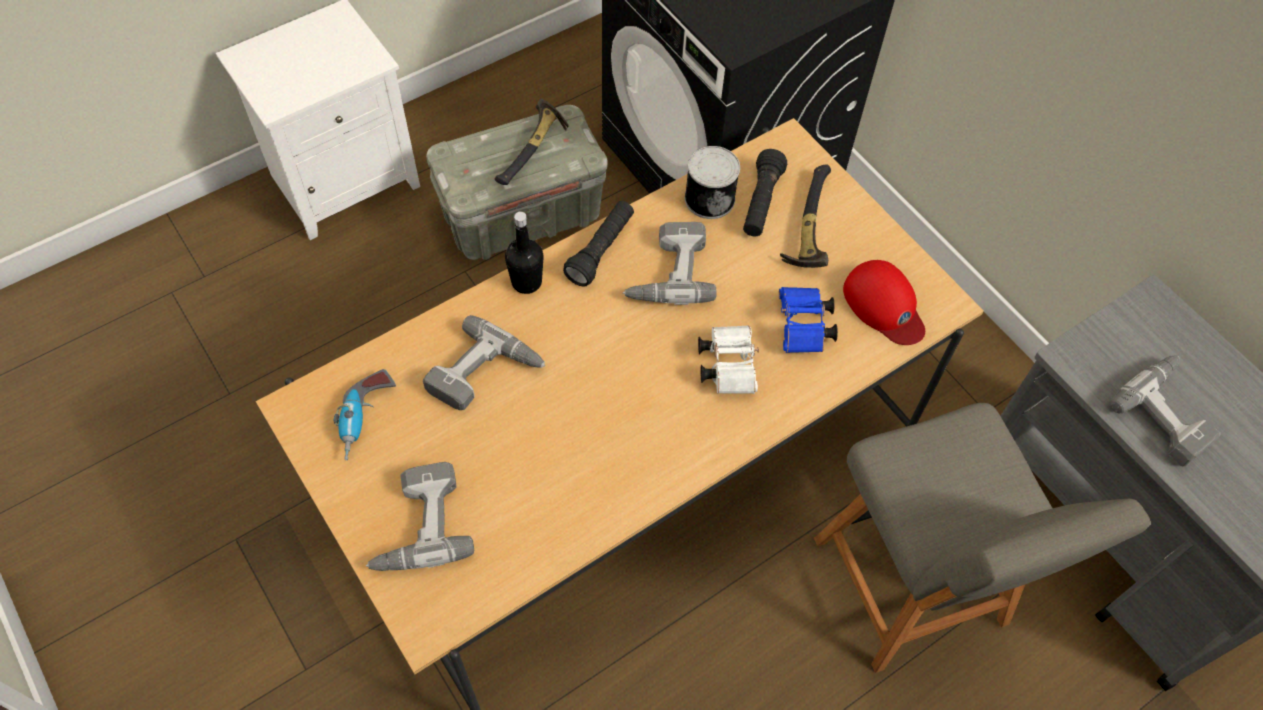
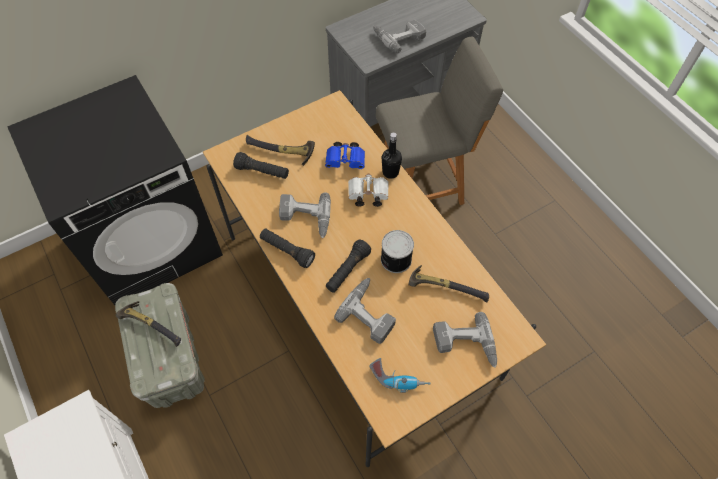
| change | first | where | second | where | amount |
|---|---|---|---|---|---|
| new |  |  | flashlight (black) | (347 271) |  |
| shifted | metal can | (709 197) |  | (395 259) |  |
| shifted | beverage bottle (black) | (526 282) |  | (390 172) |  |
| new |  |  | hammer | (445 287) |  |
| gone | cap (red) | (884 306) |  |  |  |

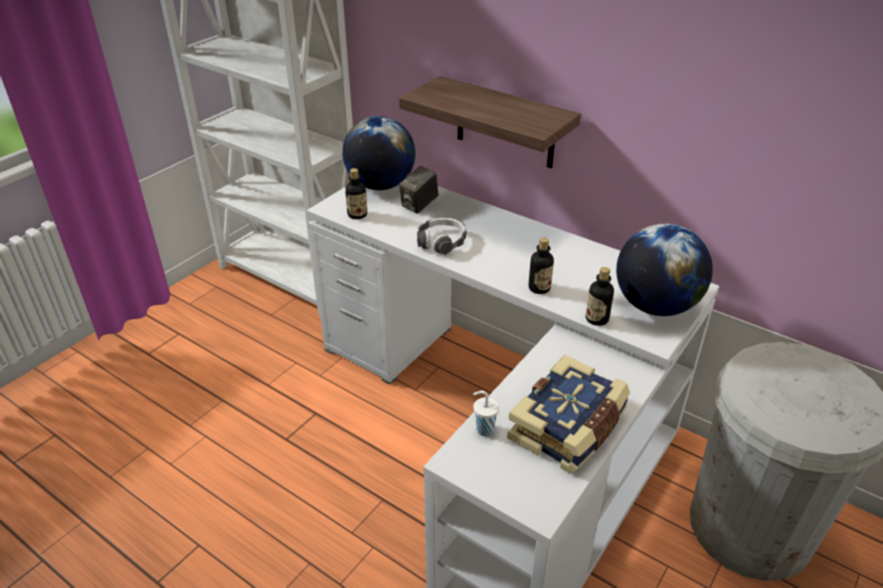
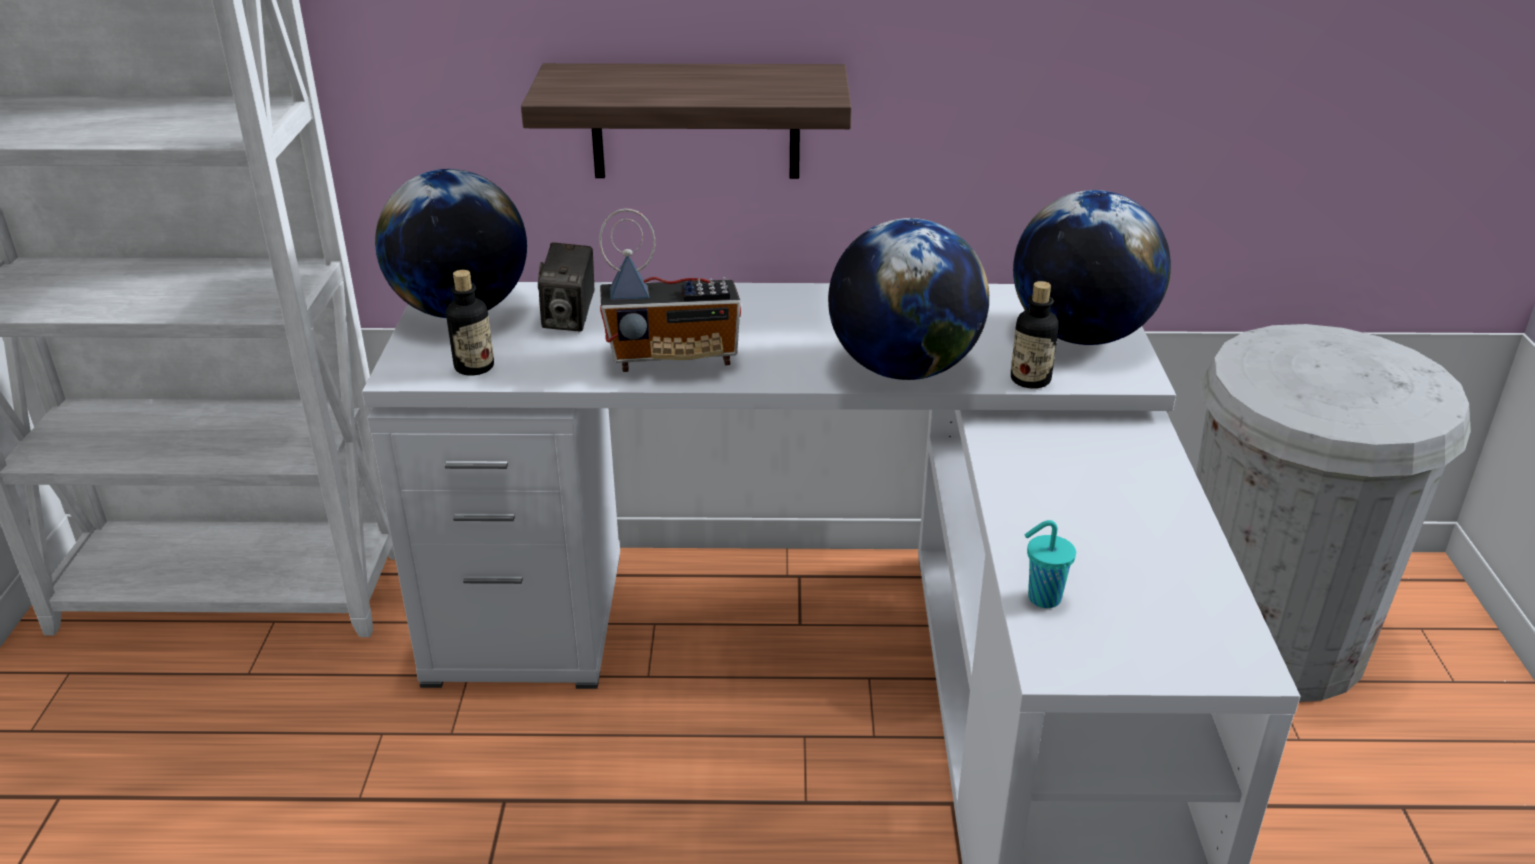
| change | first | where | second | where | amount |
|---|---|---|---|---|---|
| swapped | headset | (441 241) | radio set | (674 358) |  |
| swapped | beverage bottle | (539 288) | desk globe | (903 369) |  |
| repainted | drinking cup (whitish) | (484 429) | drinking cup (turquoise) | (1042 598) |  |
| gone | volume | (569 428) |  |  |  |

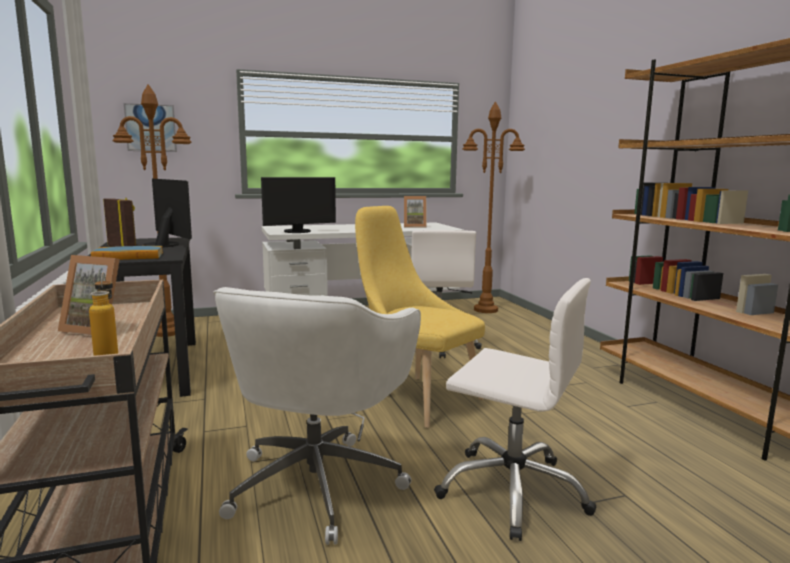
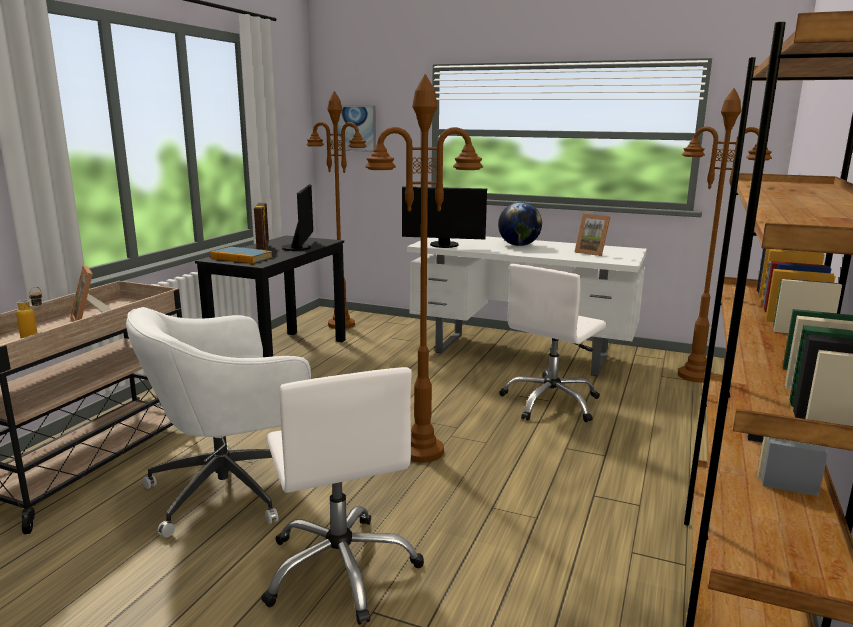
| change | first | where | second | where | amount |
|---|---|---|---|---|---|
| swapped | plain chair (yellowish) | (416 398) | standard lamp (brown) | (423 451) |  |
| new |  |  | desk globe | (519 245) |  |

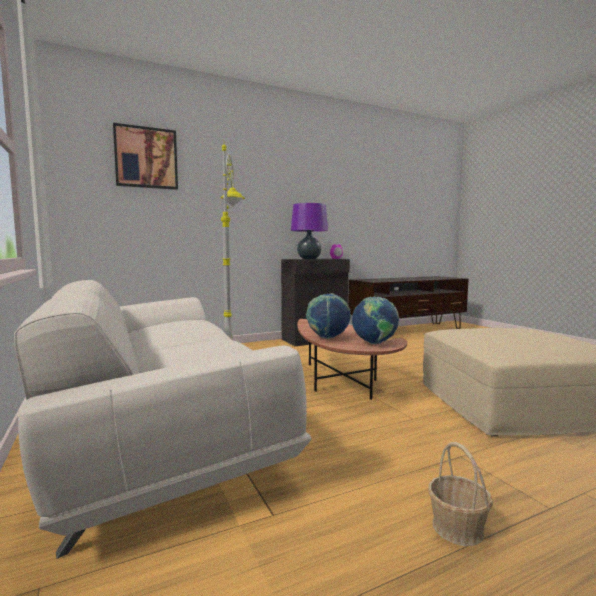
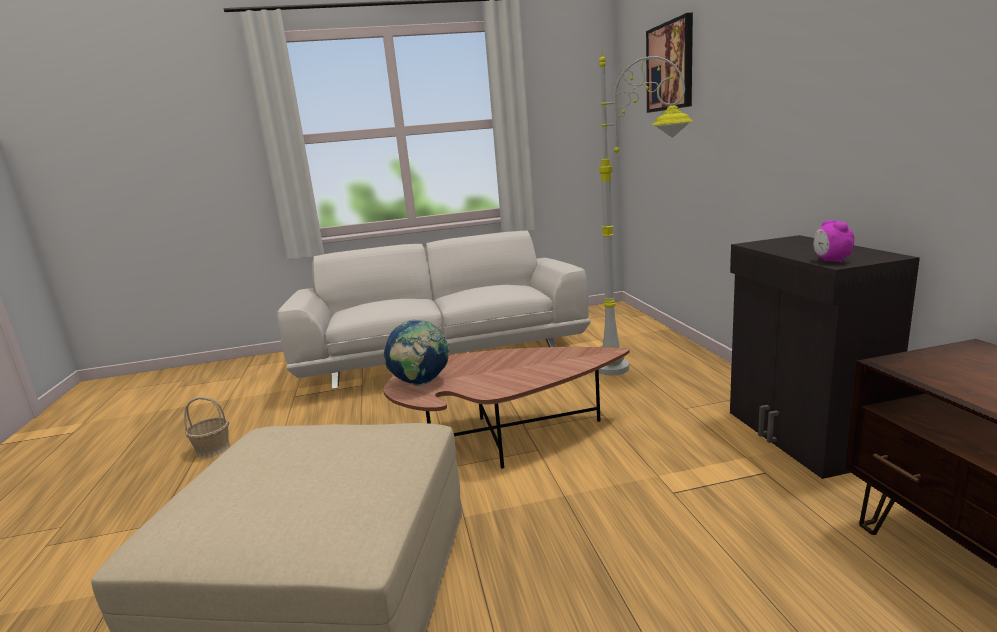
| change | first | where | second | where | amount |
|---|---|---|---|---|---|
| gone | tabletop lamp (purplish) | (309 259) |  |  |  |
| gone | desk globe | (328 338) |  |  |  |

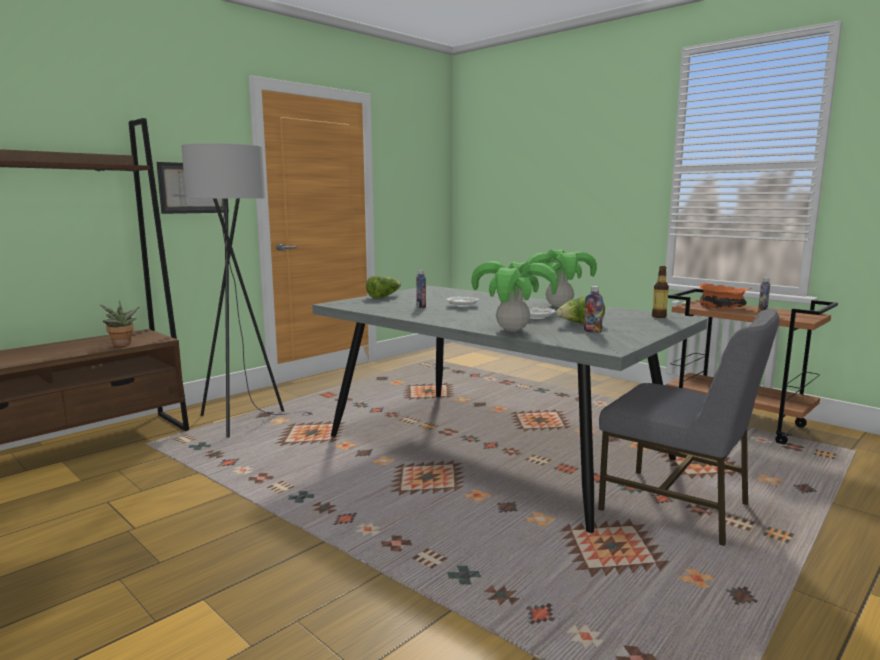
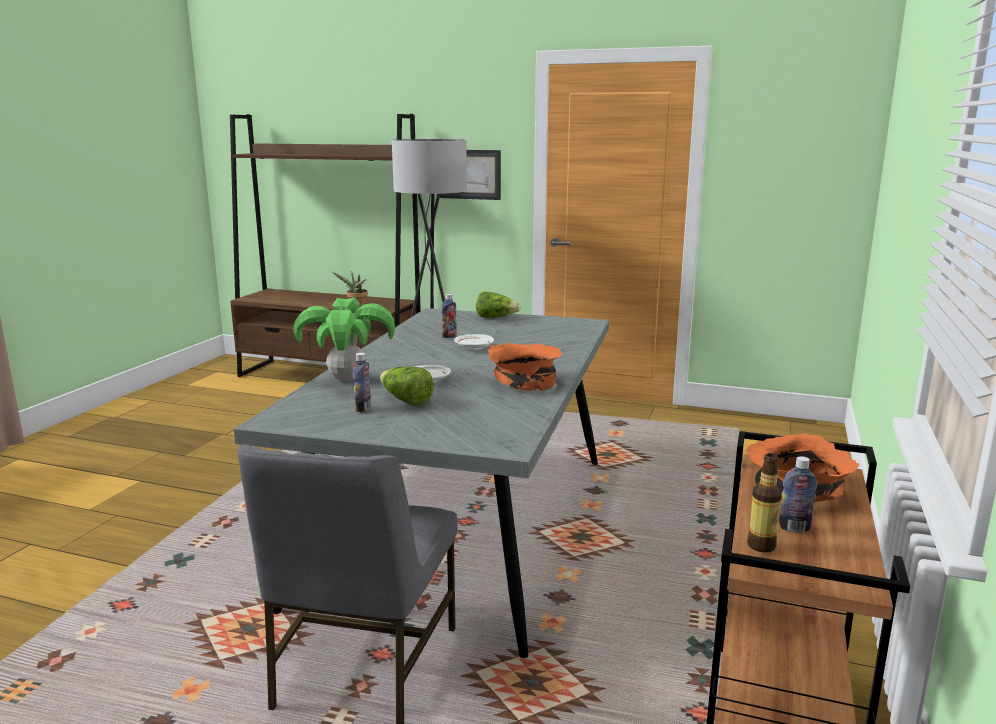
| change | first | where | second | where | amount |
|---|---|---|---|---|---|
| swapped | potted plant | (558 306) | bowl (orange) | (525 381) |  |
| shifted | beverage bottle | (659 316) |  | (761 546) |  |

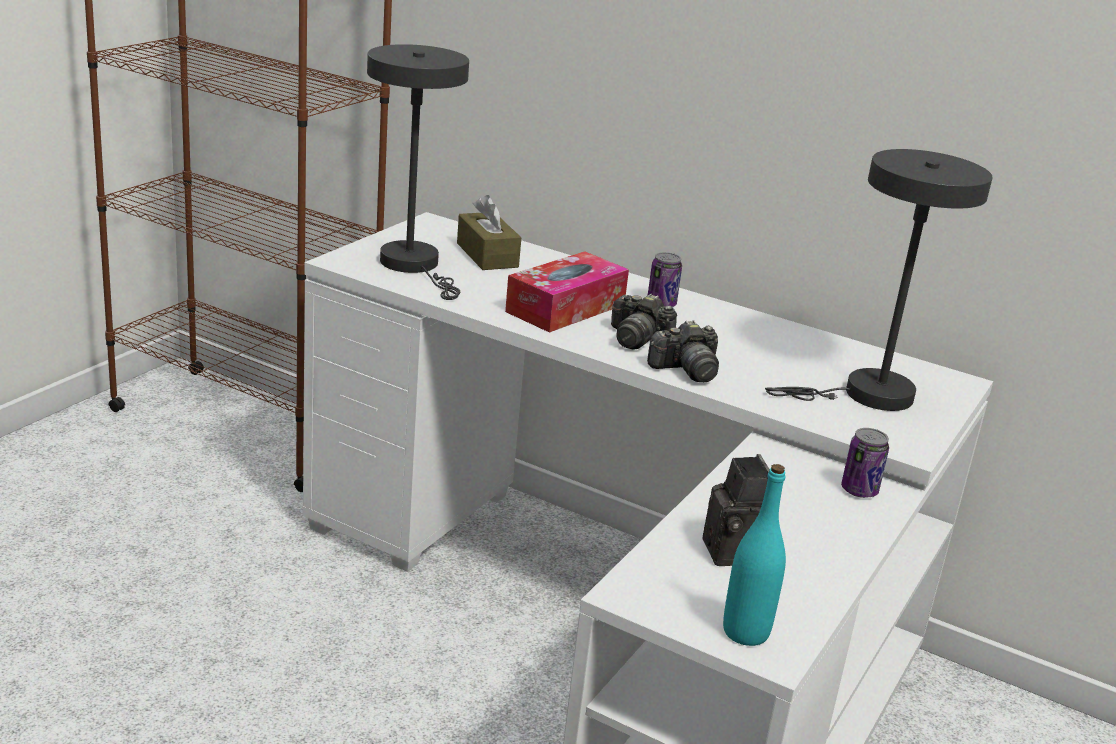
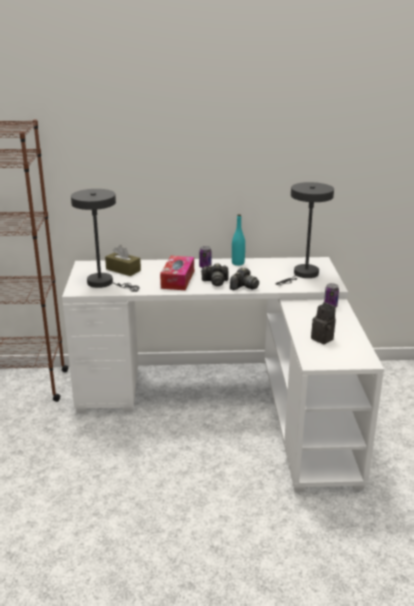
| change | first | where | second | where | amount |
|---|---|---|---|---|---|
| shifted | beverage bottle (turquoise) | (745 632) |  | (238 263) |  |

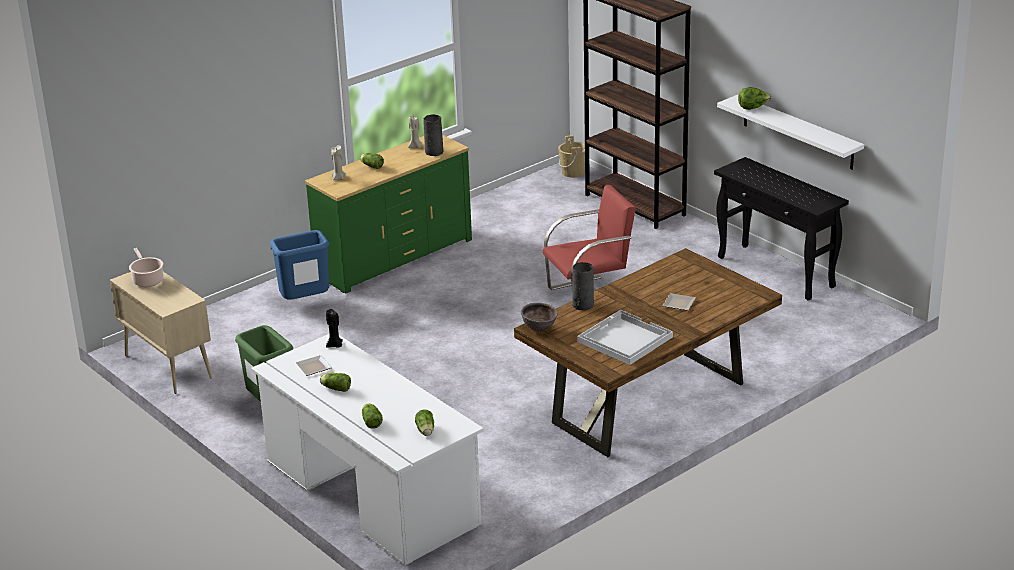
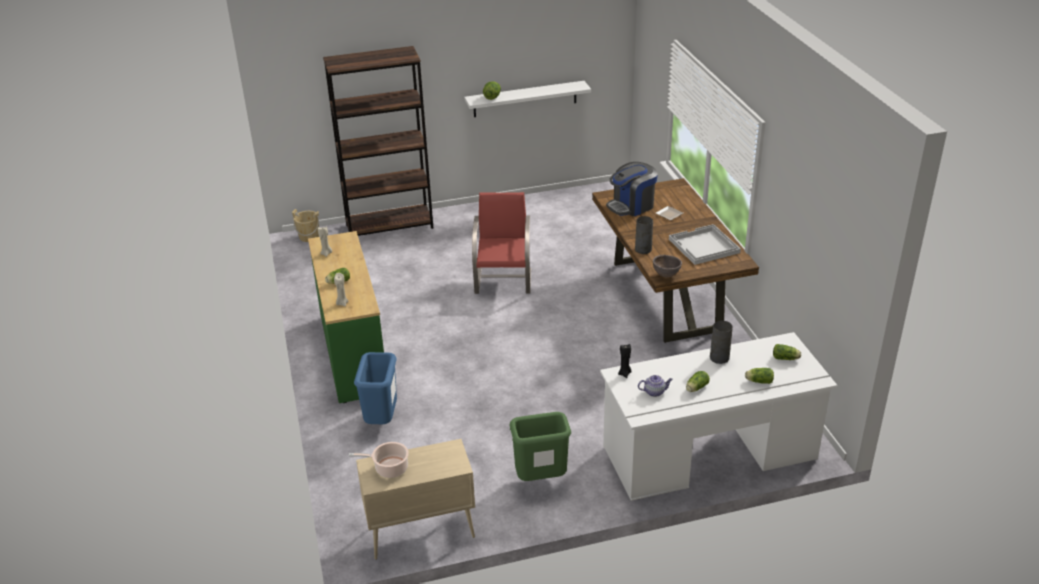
| change | first | where | second | where | amount |
|---|---|---|---|---|---|
| new |  |  | coffee machine | (631 206) |  |
| swapped | plate | (315 367) | tea pot | (655 392) |  |
| shifted | vase (gray) | (434 152) |  | (718 357) |  |
| gone | narrow table (black) | (776 272) |  |  |  |

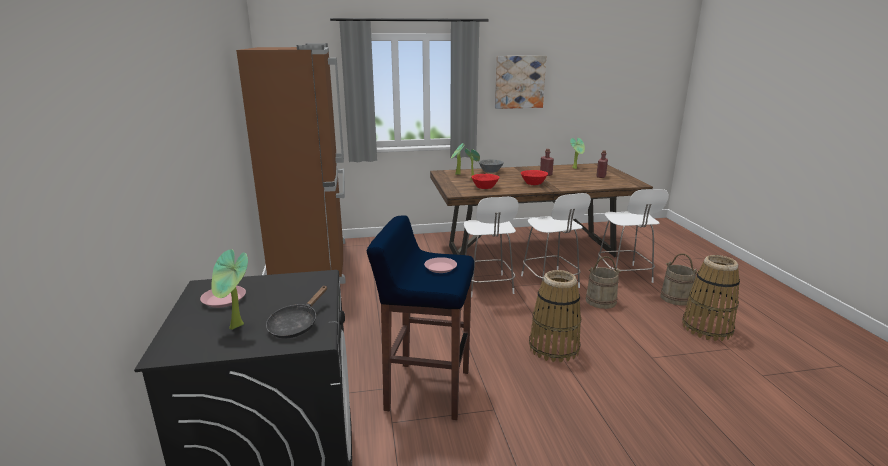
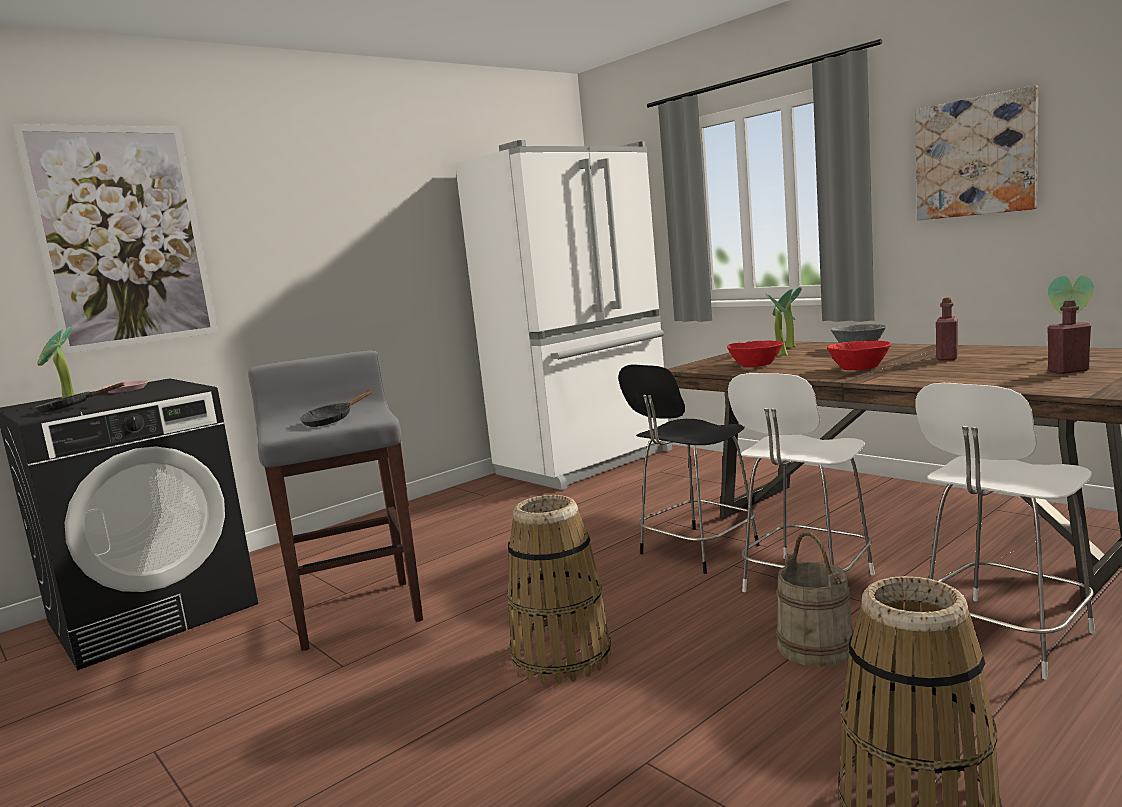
| change | first | where | second | where | amount |
|---|---|---|---|---|---|
| new |  |  | wall art | (122 237) |  |
| repainted | sitting stool (blue) | (426 390) | sitting stool (gray) | (358 613) |  |
| swapped | plate (pink) | (440 268) | pan (black) | (332 420) |  |
| repainted | refrigerator (brown) | (313 263) | refrigerator (whitish) | (588 462) |  |
| repainted | plain chair (whitish) | (487 286) | plain chair (black) | (696 551) |  |
| gone | water bucket (sand-coloured) | (676 298) |  |  |  |

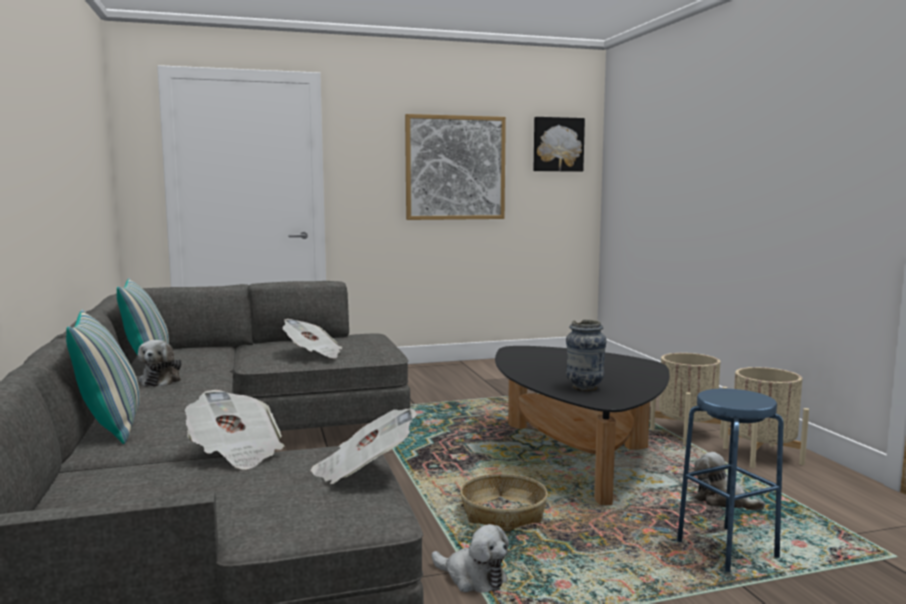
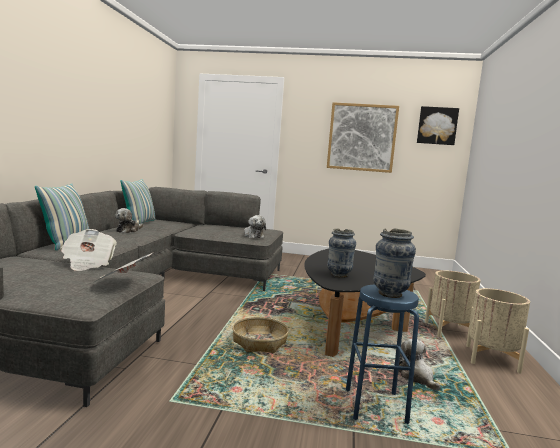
| change | first | where | second | where | amount |
|---|---|---|---|---|---|
| shifted | plush toy | (473 578) |  | (253 236) |  |
| new |  |  | vase | (389 294) |  |
| gone | newspaper | (313 354) |  |  |  |

